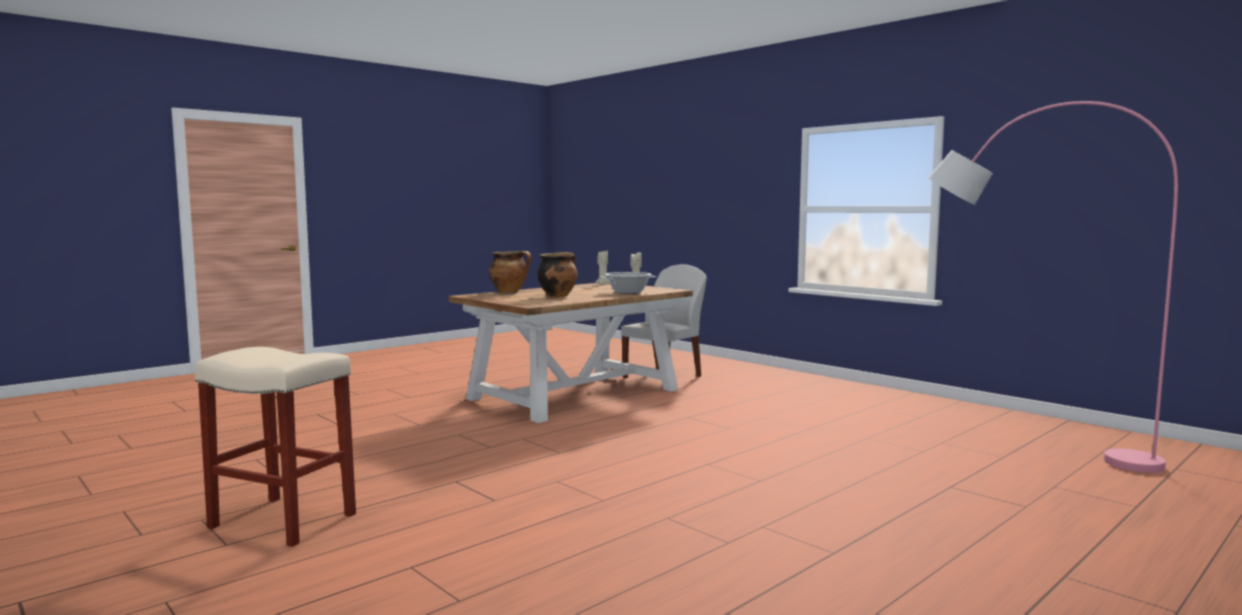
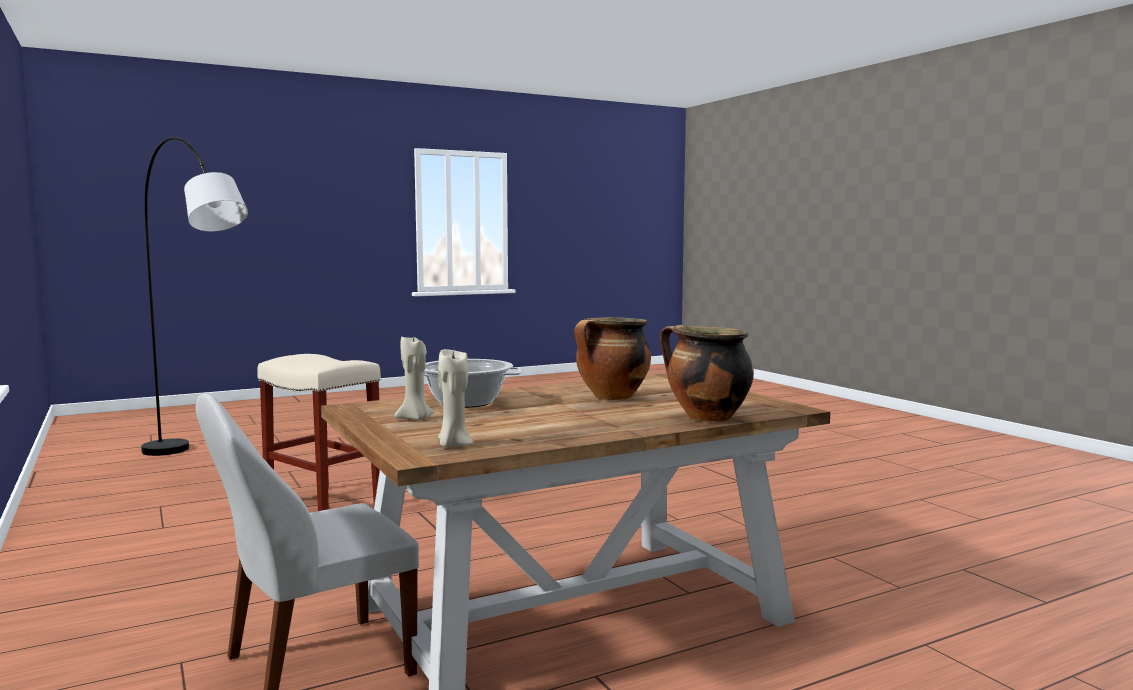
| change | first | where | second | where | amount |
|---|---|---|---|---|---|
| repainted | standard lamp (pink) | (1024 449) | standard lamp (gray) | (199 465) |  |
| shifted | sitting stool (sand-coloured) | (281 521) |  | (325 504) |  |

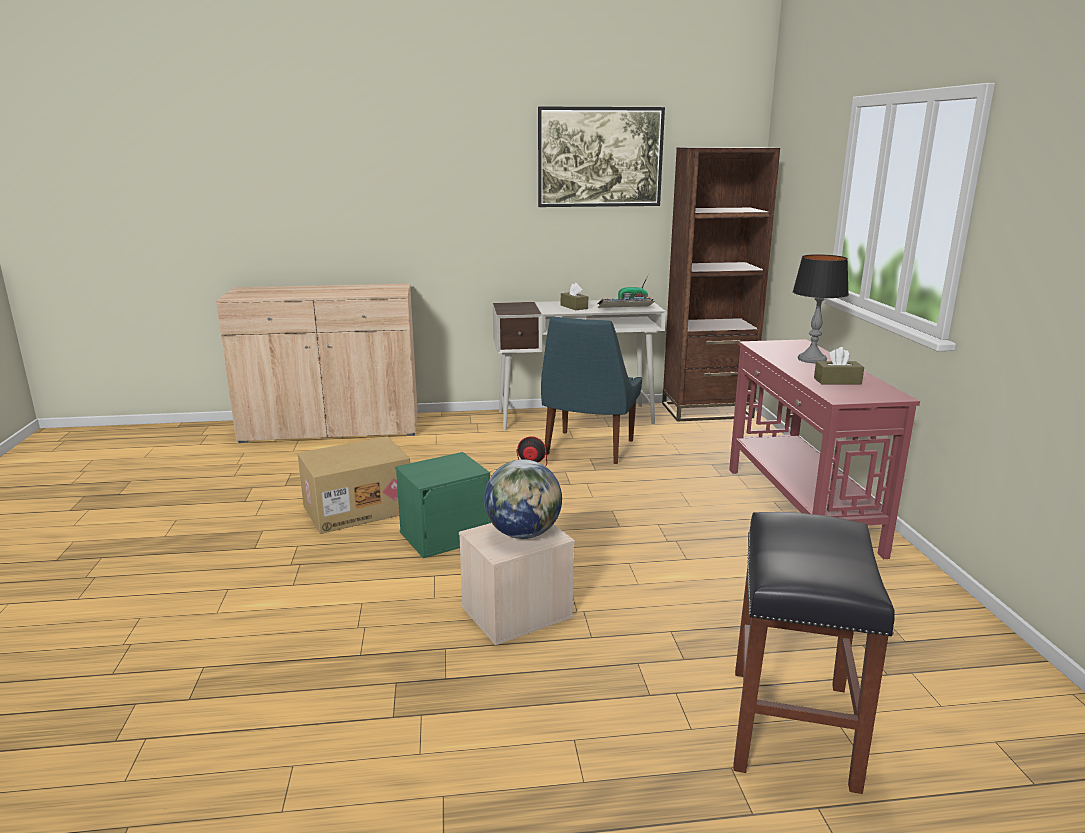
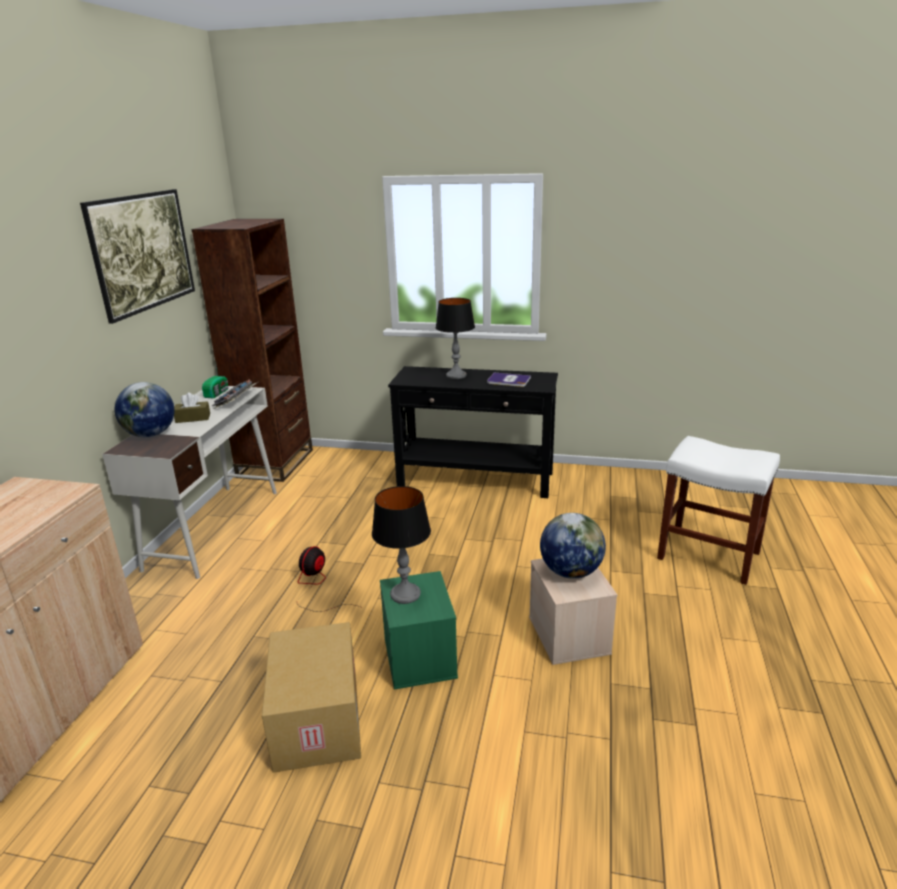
| change | first | where | second | where | amount |
|---|---|---|---|---|---|
| new |  |  | desk globe | (150 435) |  |
| new |  |  | tabletop lamp | (405 594) |  |
| repainted | narrow table (red) | (799 509) | narrow table (black) | (476 480) |  |
| swapped | box of tissues (brown) | (837 381) | volume | (508 380) |  |
| repainted | sitting stool (black) | (790 724) | sitting stool (whitish) | (707 555) |  |
| gone | plain chair (blue) | (588 449) |  |  |  |

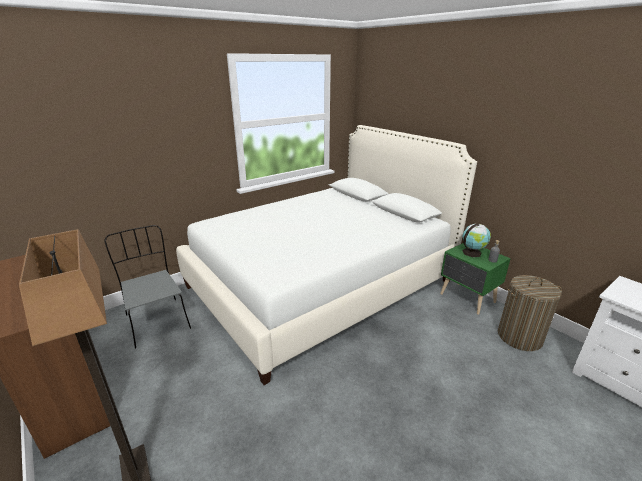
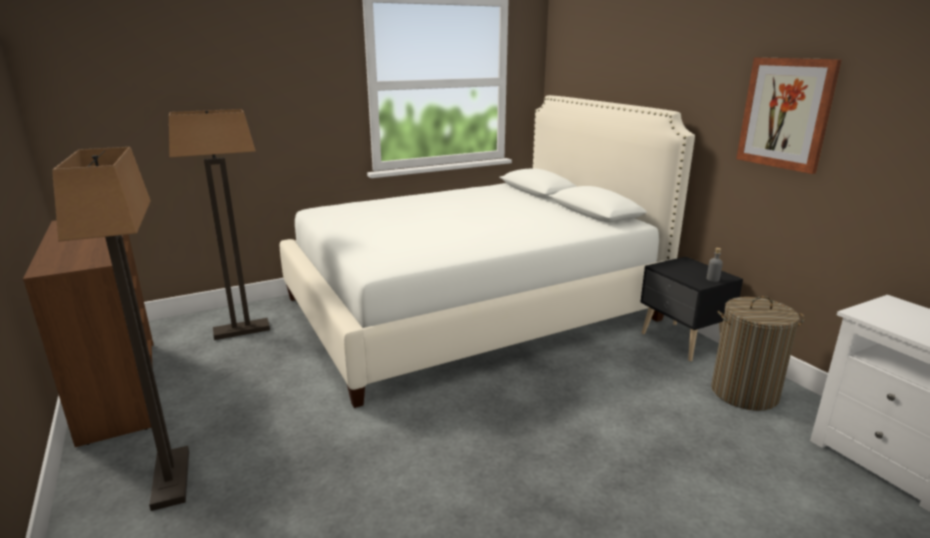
| change | first | where | second | where | amount |
|---|---|---|---|---|---|
| swapped | plain chair (gray) | (157 321) | standard lamp | (242 330) |  |
| repainted | nightstand (greenish) | (467 299) | nightstand (black) | (681 342) |  |
| new |  |  | wall art | (786 113) |  |
| gone | desk globe | (472 252) |  |  |  |

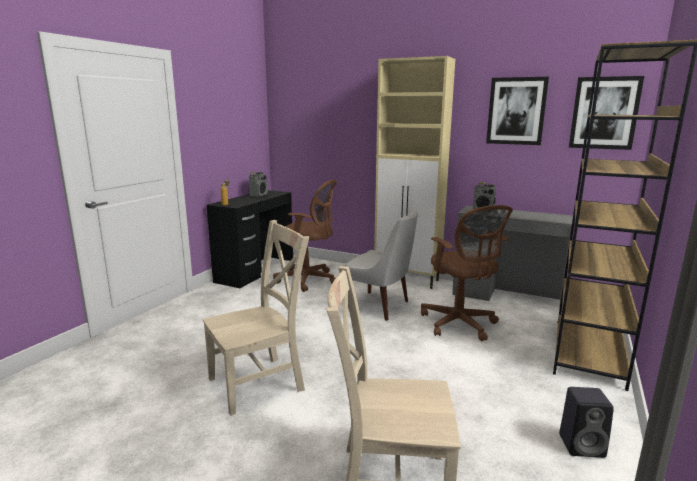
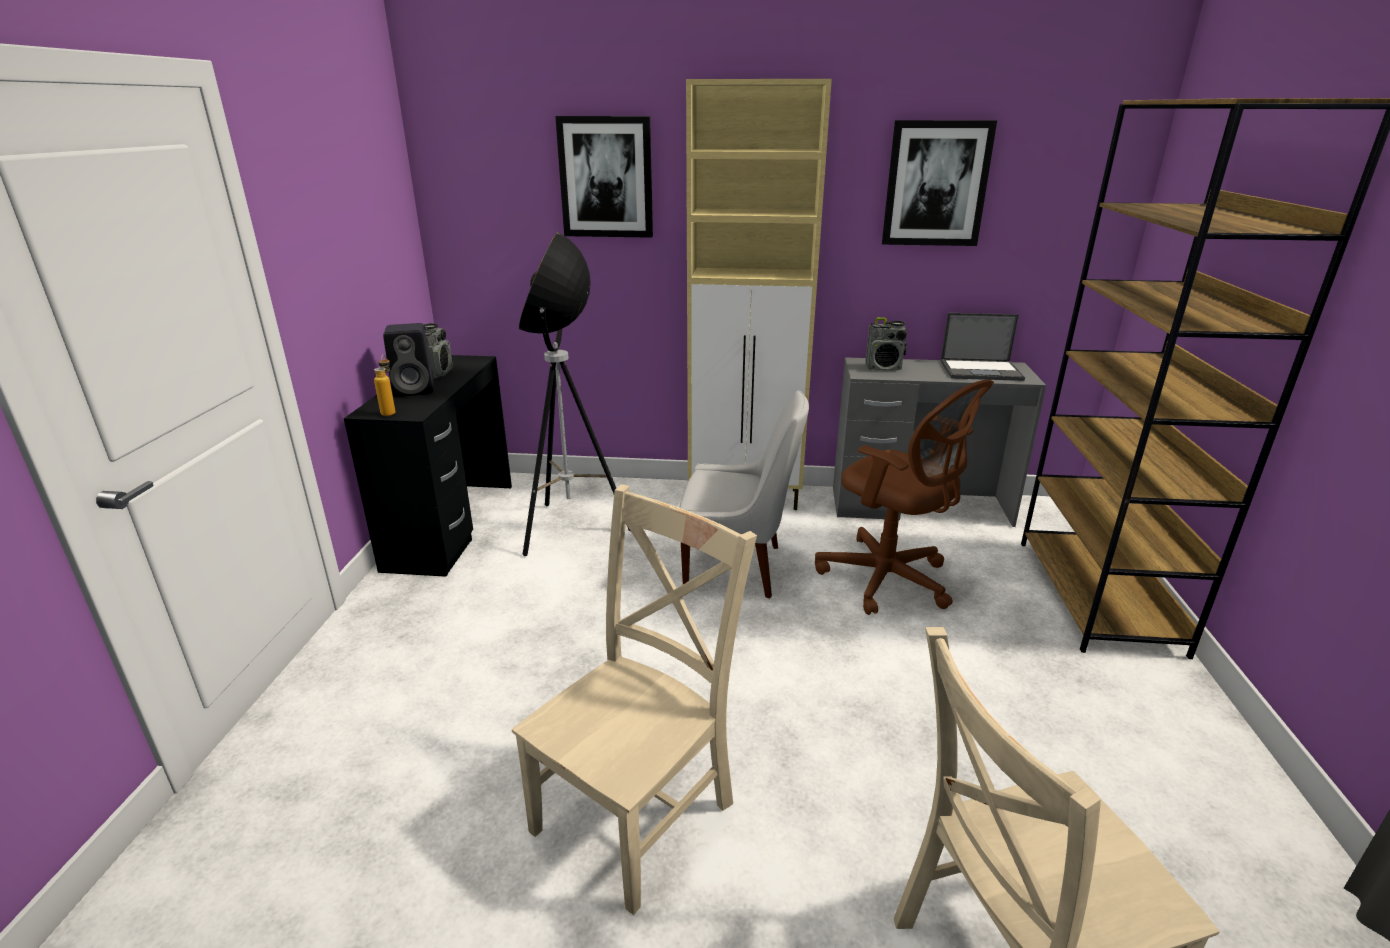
| change | first | where | second | where | amount |
|---|---|---|---|---|---|
| shifted | speaker (black) | (583 445) |  | (416 389) |  |
| swapped | computer chair (brown) | (308 280) | standard lamp | (571 530) |  |
| shifted | wall art | (604 113) |  | (606 177) |  |
| new |  |  | notebook computer | (981 370) |  |

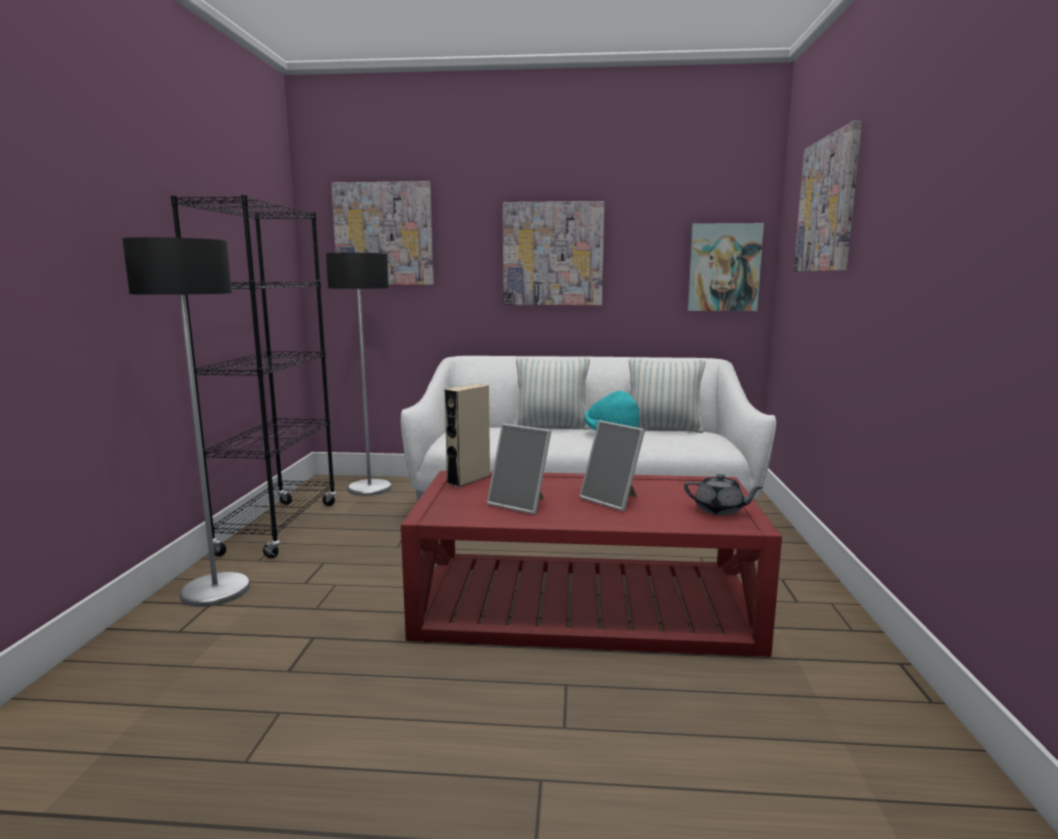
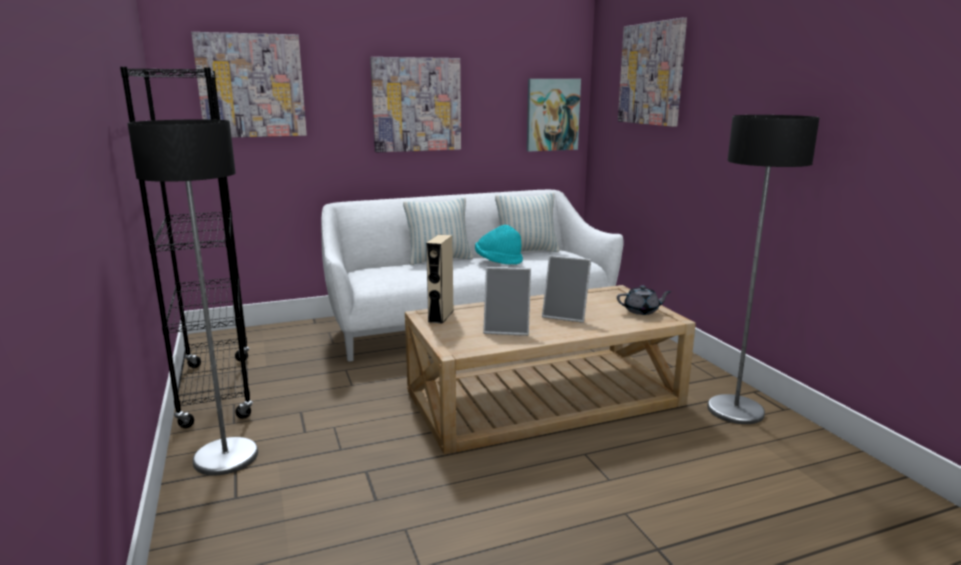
| change | first | where | second | where | amount |
|---|---|---|---|---|---|
| repainted | low table (red) | (584 603) | low table (sand-coloured) | (543 397) |  |
| shifted | standard lamp | (370 488) |  | (735 410) |  |

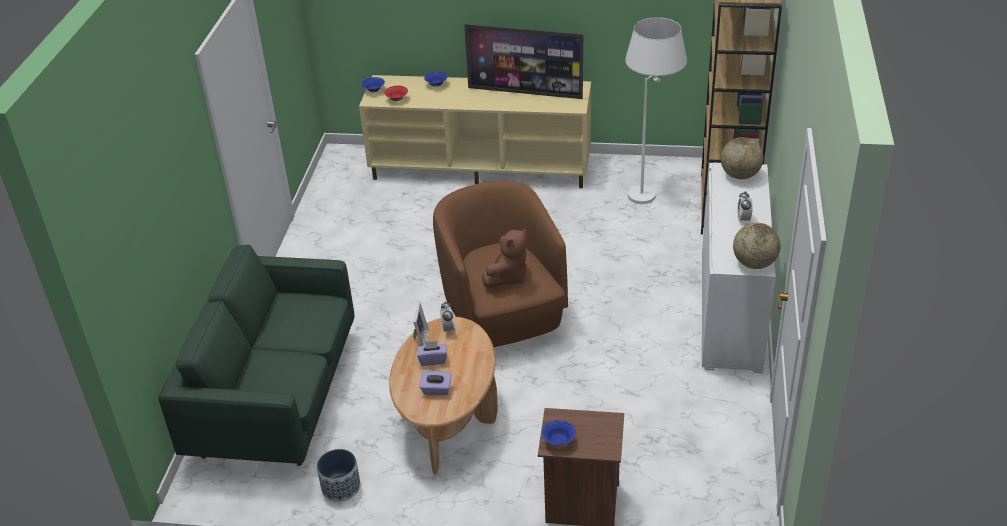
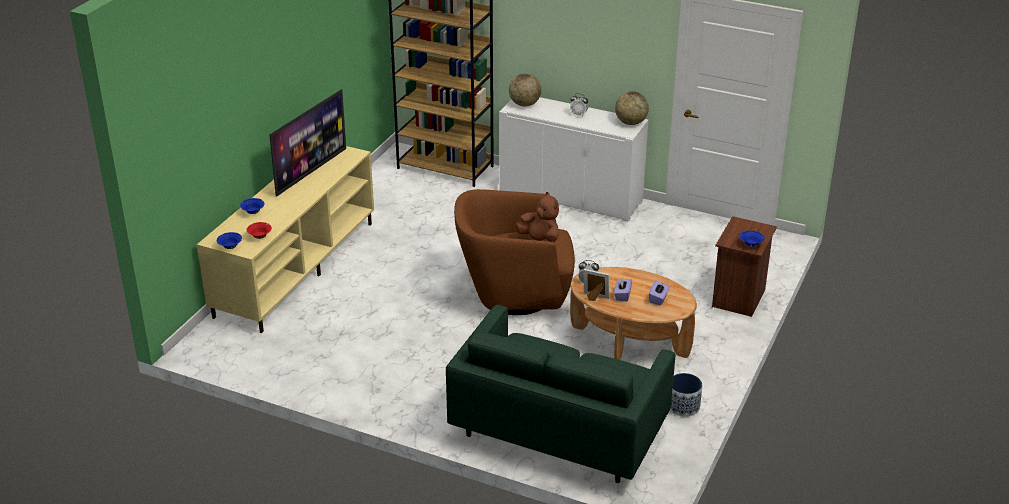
| change | first | where | second | where | amount |
|---|---|---|---|---|---|
| gone | standard lamp (whitish) | (650 188) |  |  |  |

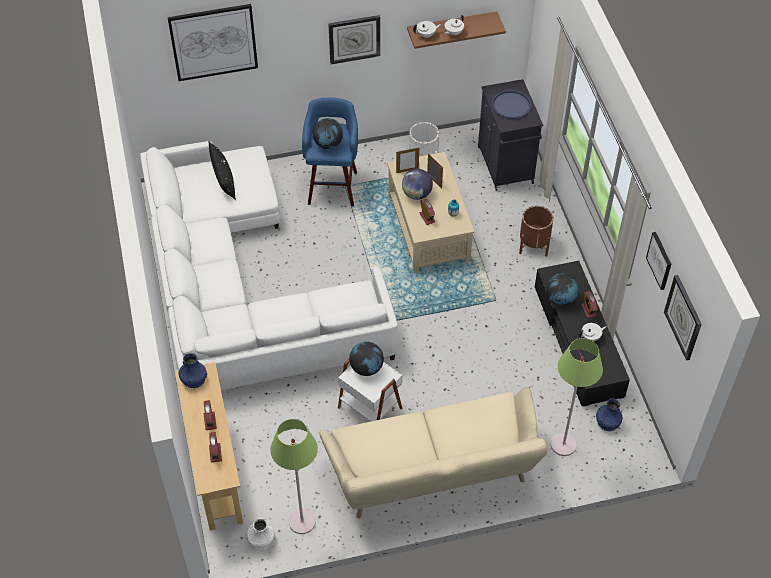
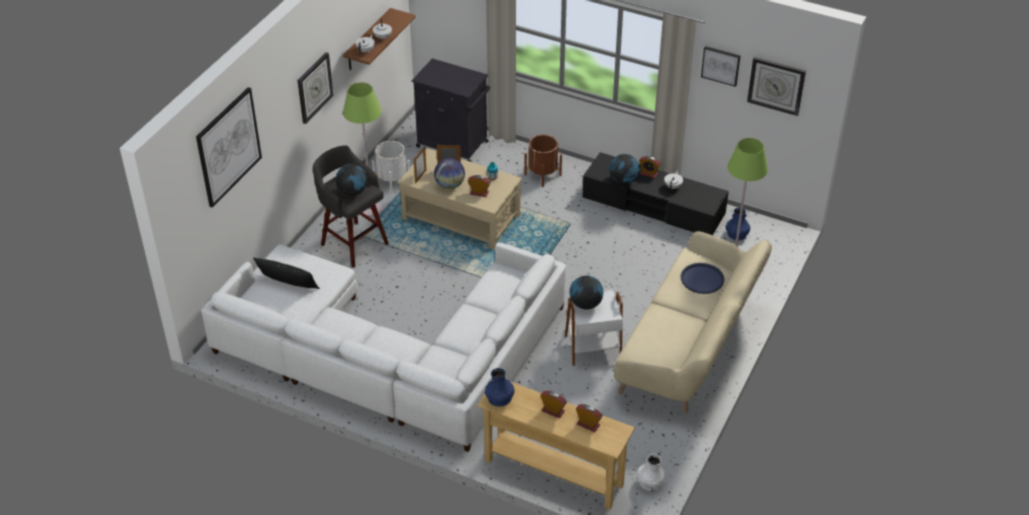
| change | first | where | second | where | amount |
|---|---|---|---|---|---|
| repainted | sitting stool (blue) | (333 186) | sitting stool (gray) | (353 243) |  |
| shifted | standard lamp (greenish) | (302 521) |  | (371 209) |  |
| shifted | tray (blue) | (511 105) |  | (702 279) |  |

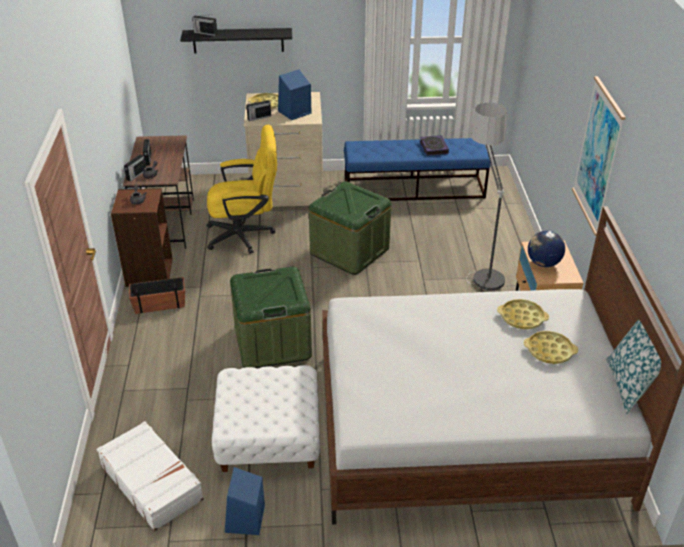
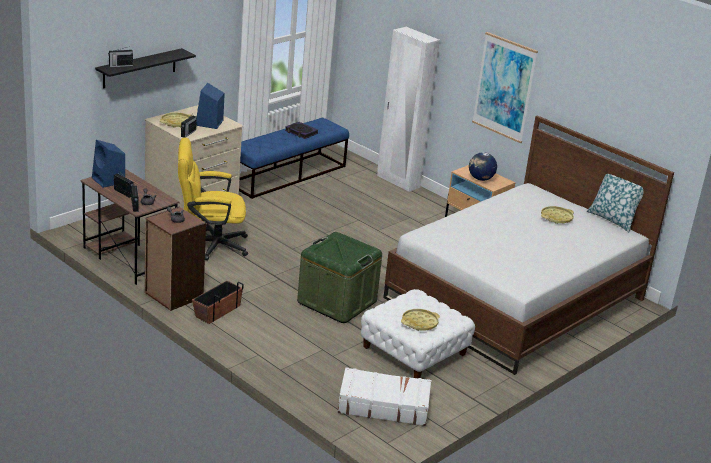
| change | first | where | second | where | amount |
|---|---|---|---|---|---|
| shifted | speaker (blue) | (245 520) |  | (109 180) |  |
| rotated | computer chair (yellowish) | (246 235) |  | (209 245) | 135 degrees counterclockwise |
| new |  |  | armoire (whitish) | (398 181) |  |
| shifted | tray (yellowish) | (522 317) |  | (419 323) |  |
| gone | storage bin (greenish) | (349 251) |  |  |  |
| gone | standard lamp | (480 266) |  |  |  |

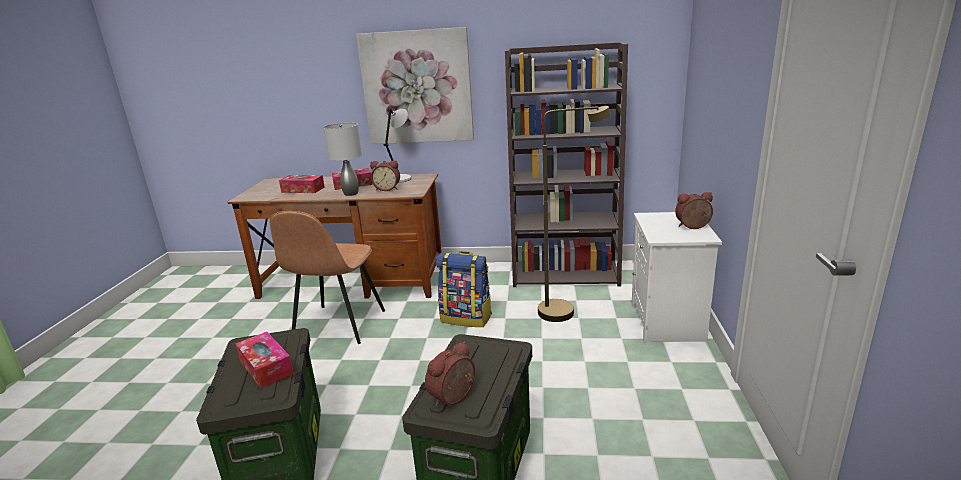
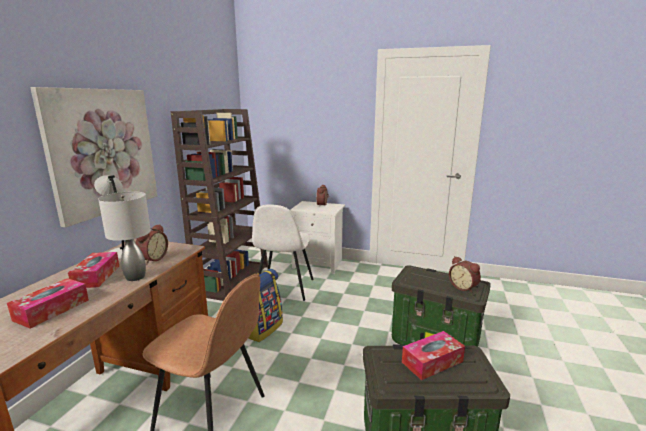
| change | first | where | second | where | amount |
|---|---|---|---|---|---|
| swapped | standard lamp (brown) | (565 311) | plain chair (whitish) | (284 288) |  |

